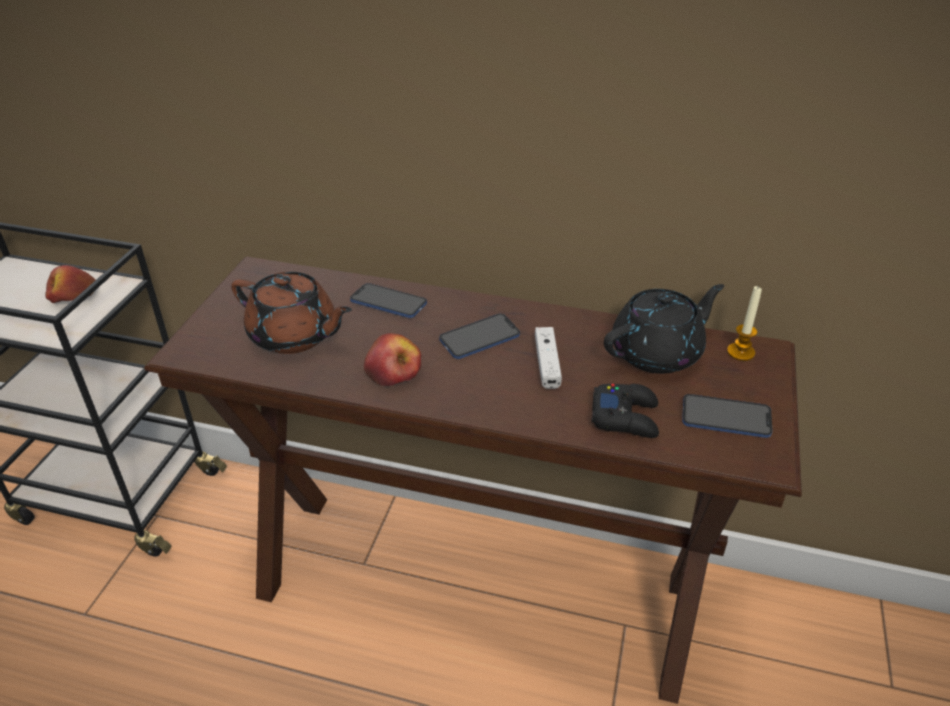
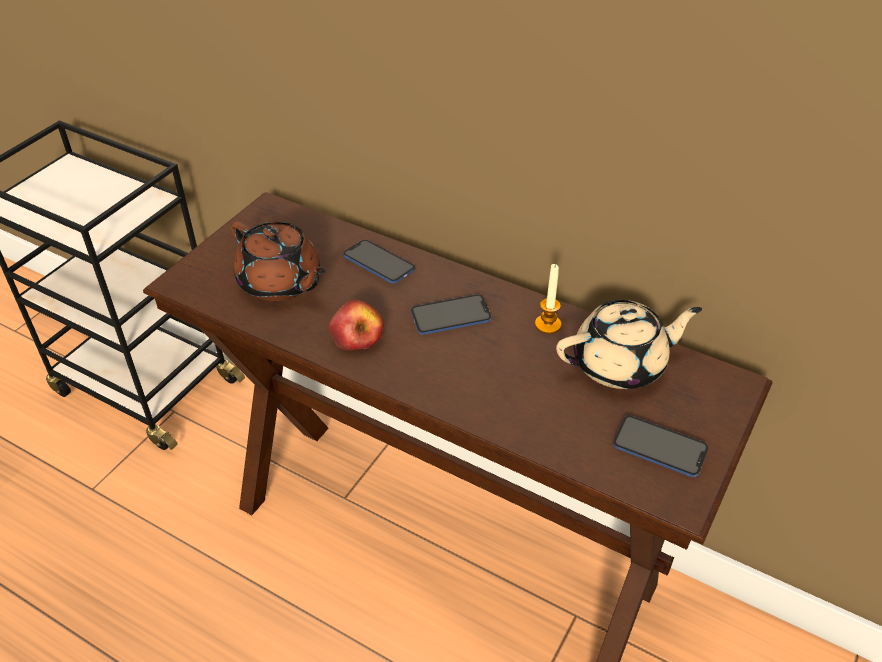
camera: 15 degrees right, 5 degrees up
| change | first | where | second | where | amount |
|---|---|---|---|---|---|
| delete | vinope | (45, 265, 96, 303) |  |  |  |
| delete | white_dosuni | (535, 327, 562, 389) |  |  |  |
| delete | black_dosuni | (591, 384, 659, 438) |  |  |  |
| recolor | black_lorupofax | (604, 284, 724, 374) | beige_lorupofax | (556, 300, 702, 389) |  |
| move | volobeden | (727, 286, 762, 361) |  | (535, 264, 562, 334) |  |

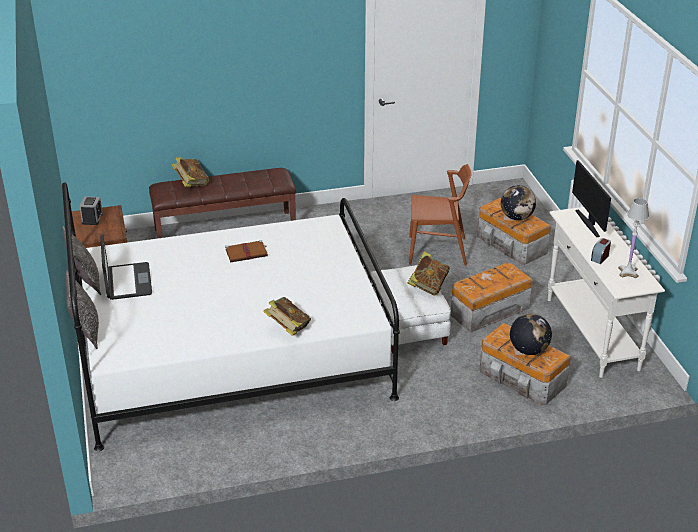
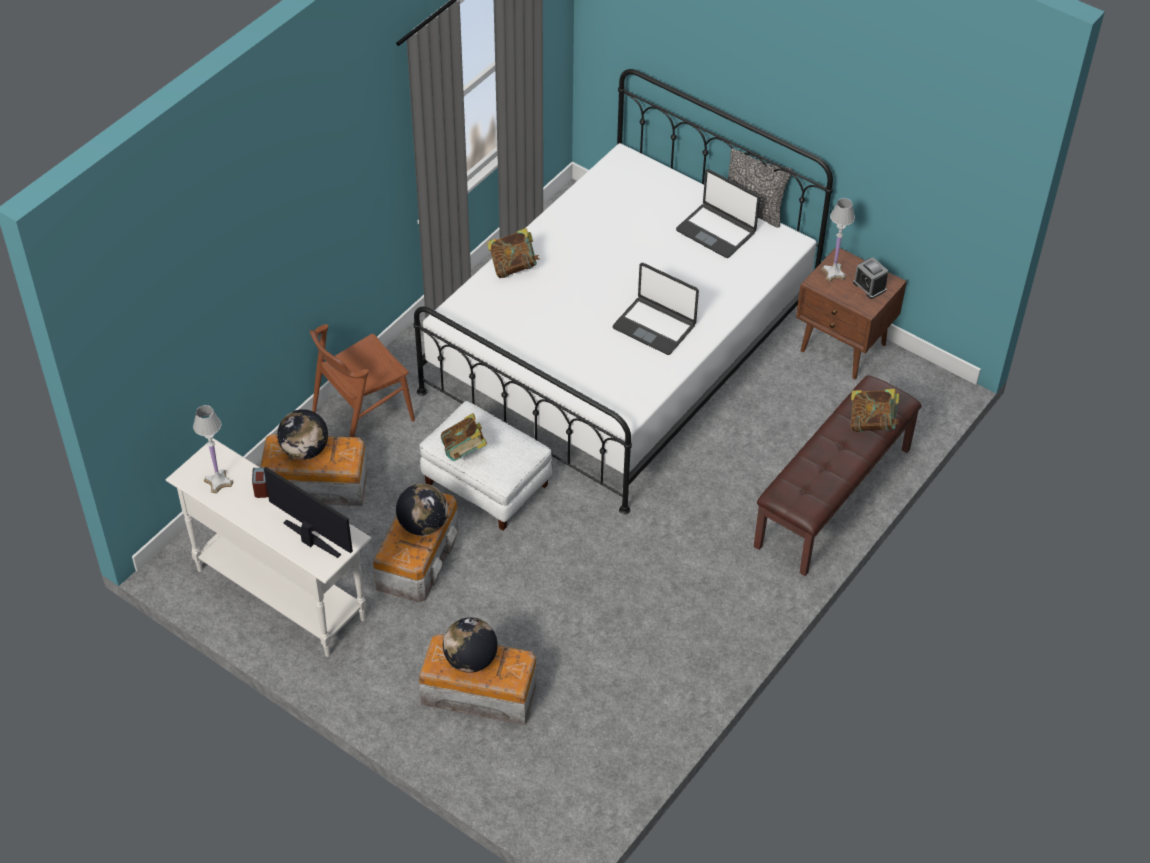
camera: 140 degrees right, 15 degrees up
| change | first | where | second | where | amount |
|---|---|---|---|---|---|
| delete | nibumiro | (66, 270, 99, 349) |  |  |  |
| replace | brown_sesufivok | (225, 240, 268, 263) | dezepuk | (613, 263, 699, 355) |  |
| move | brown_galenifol | (409, 164, 472, 266) |  | (309, 324, 415, 437) |  |
| insert |  |  | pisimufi | (396, 484, 448, 536) |  |
| insert |  |  | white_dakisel | (821, 198, 855, 282) |  |

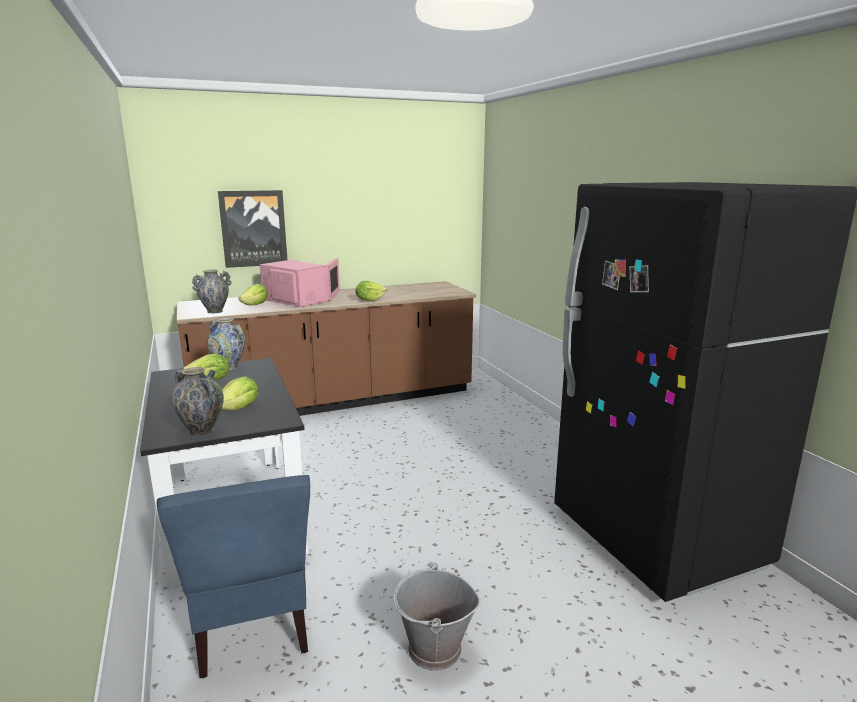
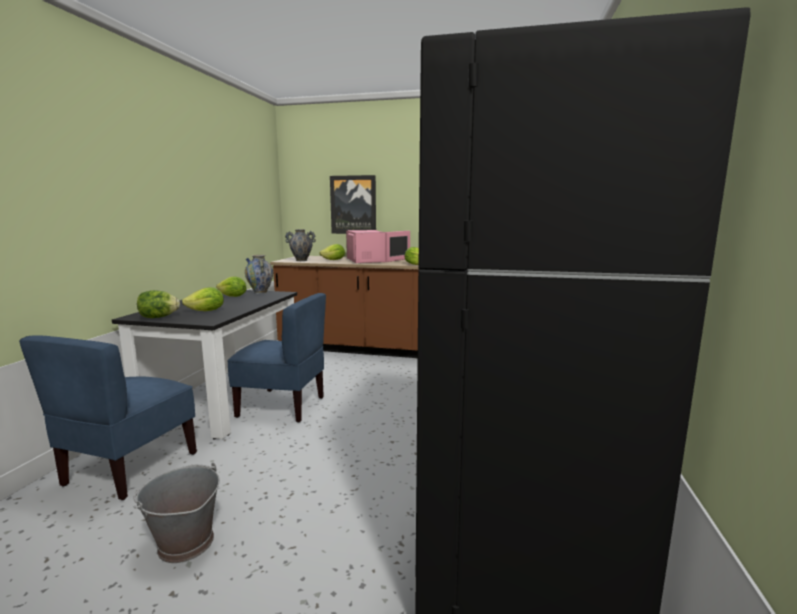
camera: 35 degrees right, 5 degrees down
| change | first | where | second | where | amount |
|---|---|---|---|---|---|
| replace | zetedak | (172, 367, 224, 437) | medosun | (137, 290, 180, 318) |  |
| insert |  |  | blue_galenifol | (227, 293, 326, 422) |  |

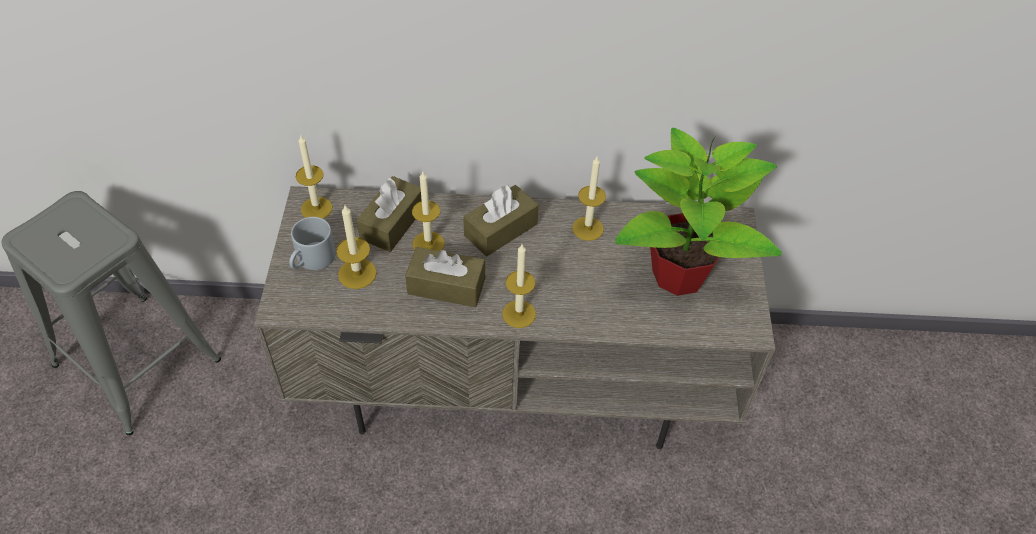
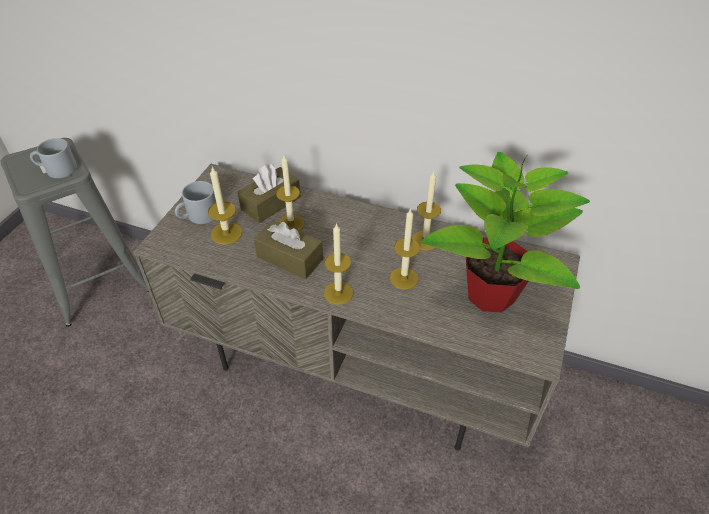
camera: 20 degrees right, 5 degrees down
| change | first | where | second | where | amount |
|---|---|---|---|---|---|
| move | volobeden | (296, 134, 333, 219) |  | (390, 208, 420, 289) |  |
| delete | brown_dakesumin | (463, 184, 539, 256) |  |  |  |
| insert |  |  | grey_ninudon | (30, 138, 77, 178) |  |

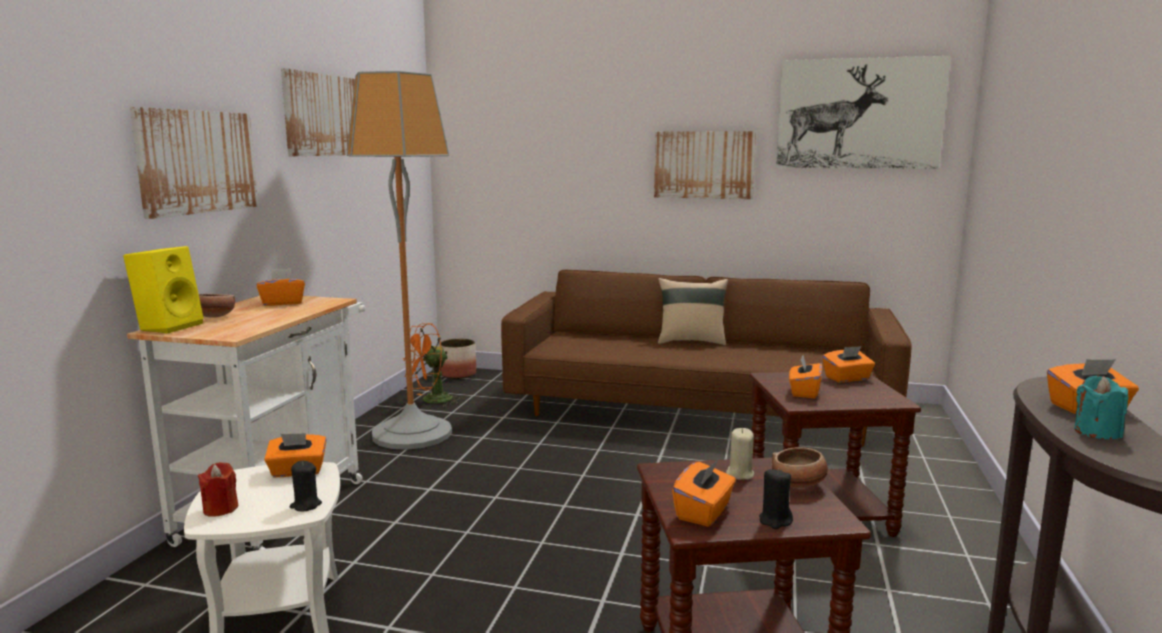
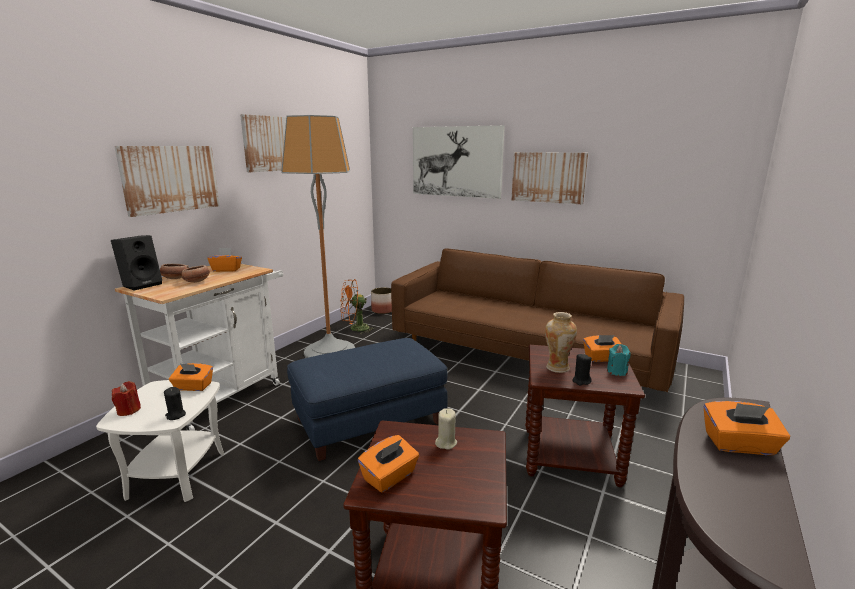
camera: 15 degrees right, 5 degrees up
| change | first | where | second | where | amount |
|---|---|---|---|---|---|
| recolor | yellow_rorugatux | (123, 246, 204, 333) | black_rorugatux | (111, 235, 162, 291) |  |
| delete | beige_nibumiro | (658, 278, 728, 345) |  |  |  |
| move | black_volobeden | (759, 469, 793, 529) |  | (572, 354, 592, 385) |  |
| move | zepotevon | (772, 447, 828, 488) |  | (182, 265, 210, 283) |  |
| move | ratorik | (776, 56, 951, 169) |  | (413, 125, 505, 199) |  |
| replace | orange_dakesumin | (789, 355, 822, 399) | zetedak | (545, 312, 577, 373) |  |
| move | turquoise_volobeden | (1074, 376, 1128, 439) |  | (607, 344, 631, 376) |  |
| insert |  |  | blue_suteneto | (287, 338, 447, 461) |  |

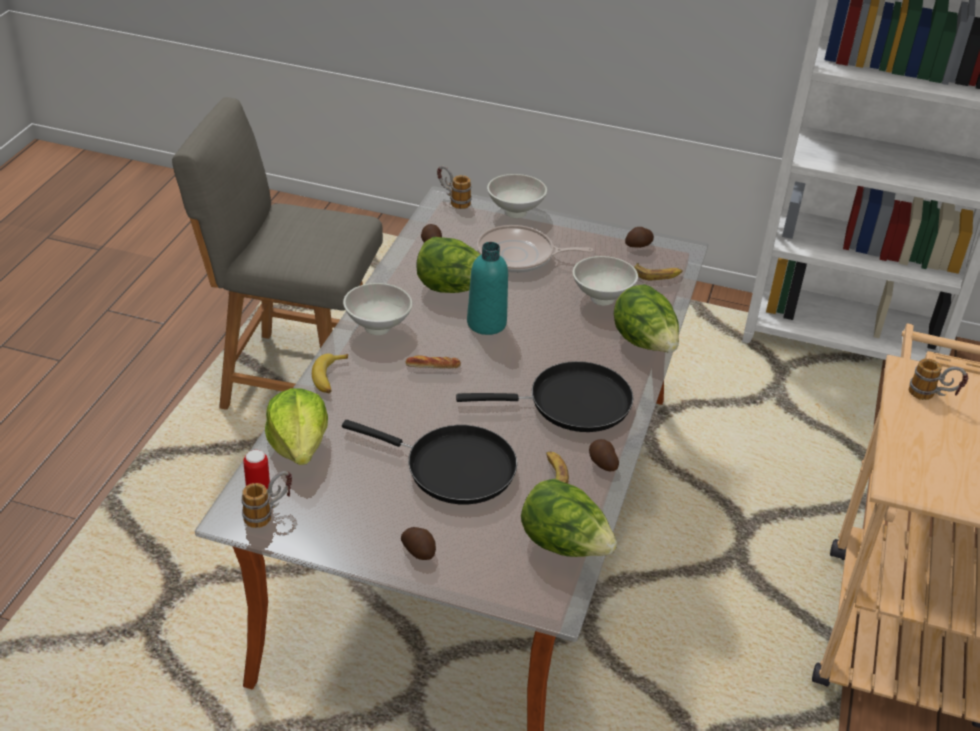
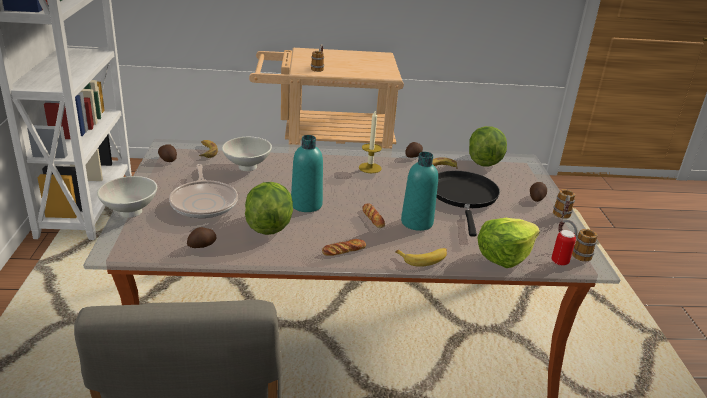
camera: 110 degrees left, 10 degrees down
| change | first | where | second | where | amount |
|---|---|---|---|---|---|
| replace | white_zepotevon | (343, 283, 412, 335) | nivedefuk | (322, 239, 366, 256) |  |
| move | ninudon | (437, 166, 472, 209) |  | (553, 189, 575, 219) |  |
| replace | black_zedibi | (456, 361, 634, 432) | volobeden | (359, 111, 382, 173) |  |
| delete | medosun | (614, 284, 679, 352) |  |  |  |
| insert |  |  | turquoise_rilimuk | (401, 152, 438, 231) |  |

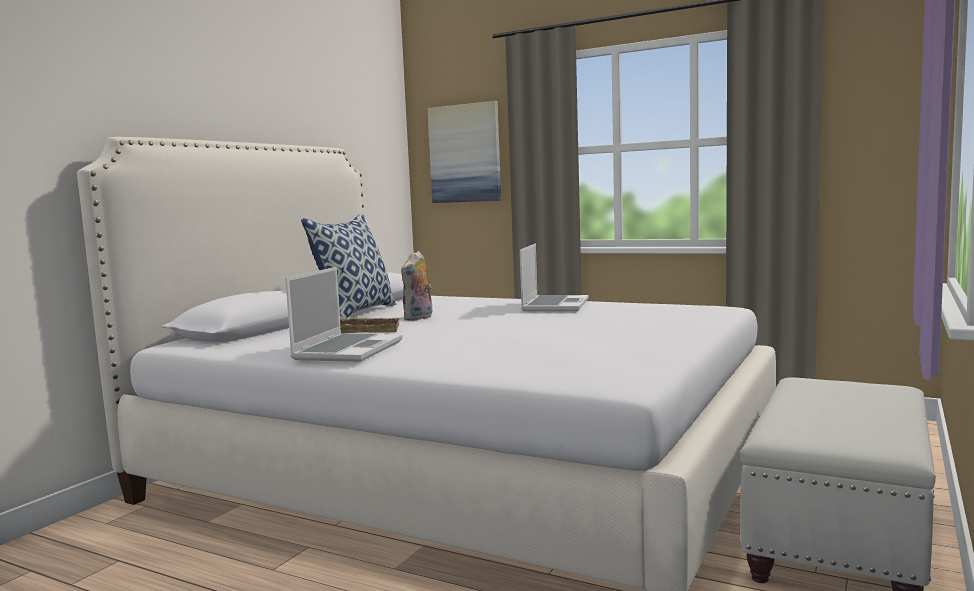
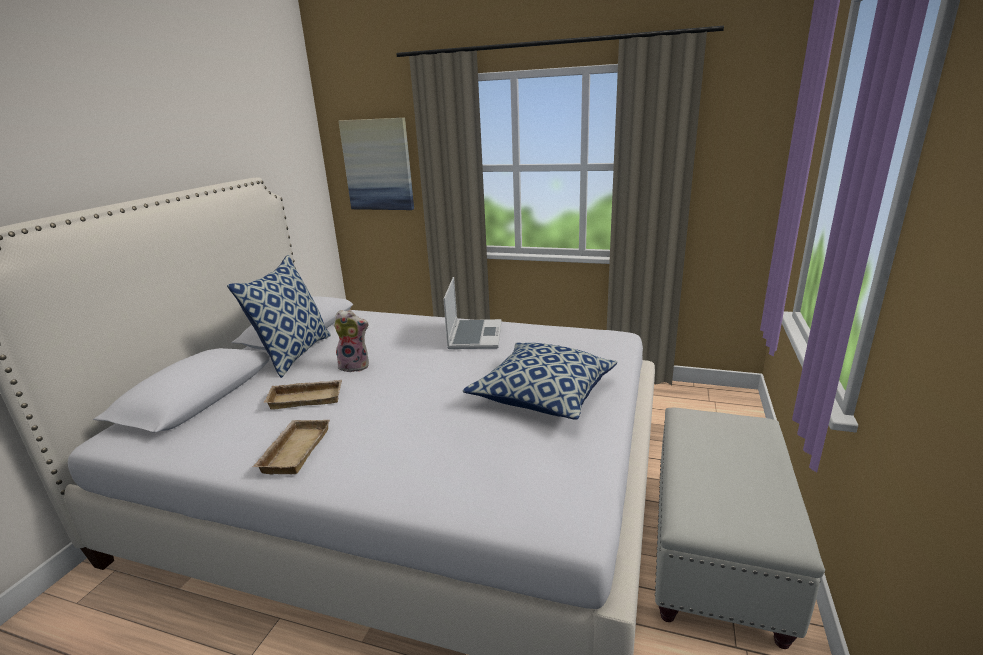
camera: 10 degrees left, 15 degrees up
| change | first | where | second | where | amount |
|---|---|---|---|---|---|
| replace | dezepuk | (285, 267, 402, 362) | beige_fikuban | (253, 420, 330, 474) |  |
| rotate | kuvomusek | (401, 251, 432, 321) |  | (334, 310, 369, 372) | 105 degrees counterclockwise |
| insert |  |  | nibumiro | (462, 343, 617, 420) |  |

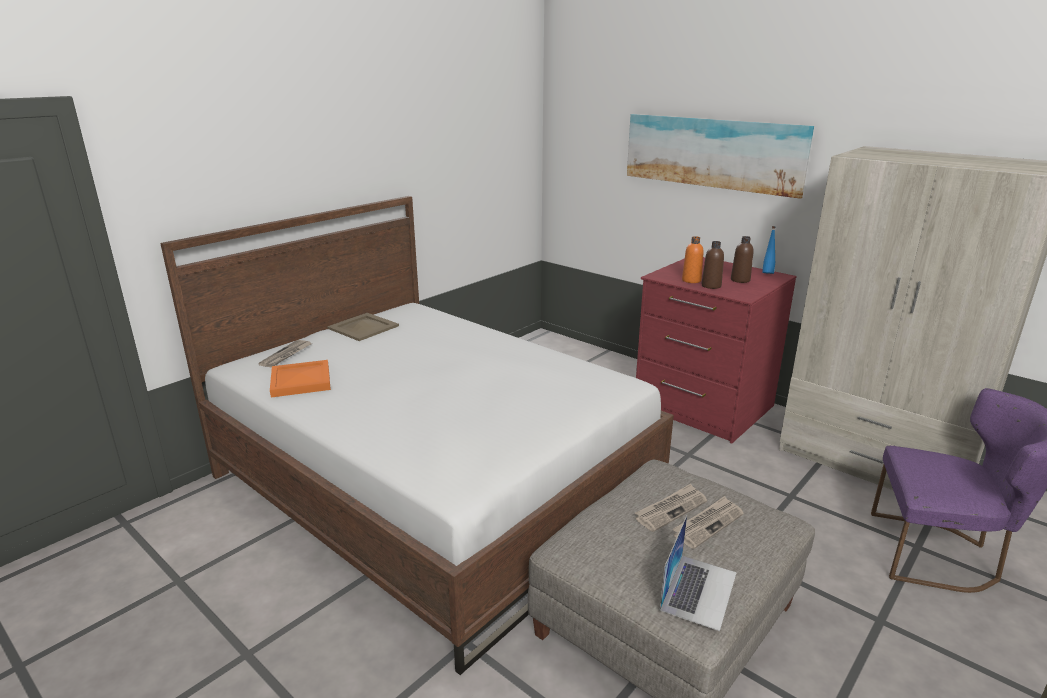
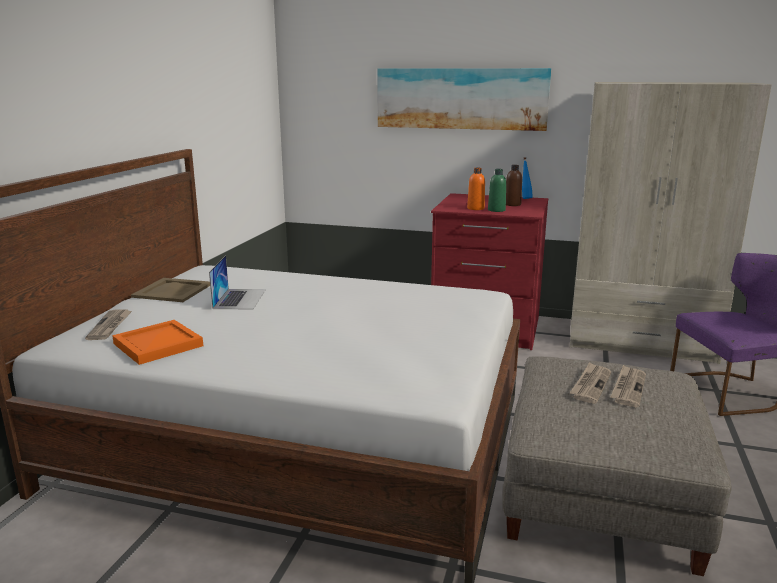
camera: 25 degrees left, 5 degrees down
| change | first | where | second | where | amount |
|---|---|---|---|---|---|
| move | dezepuk | (660, 515, 737, 631) |  | (209, 255, 266, 309) |  |
| recolor | brown_rilimuk | (702, 241, 724, 289) | green_rilimuk | (488, 169, 506, 212) |  |

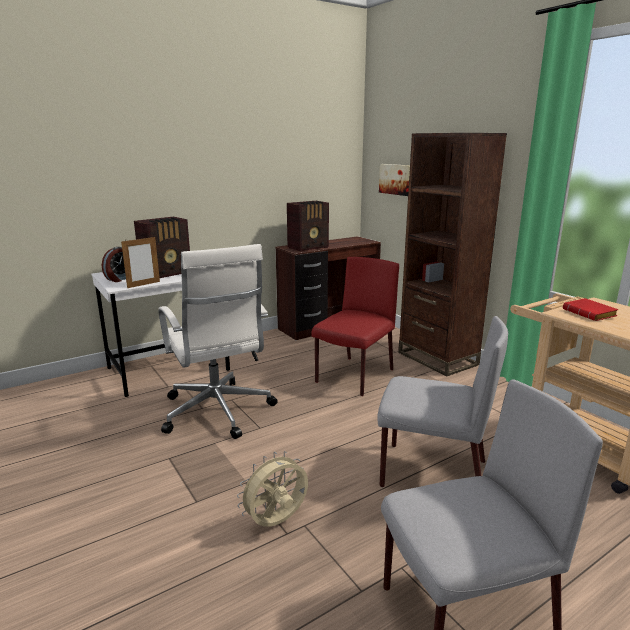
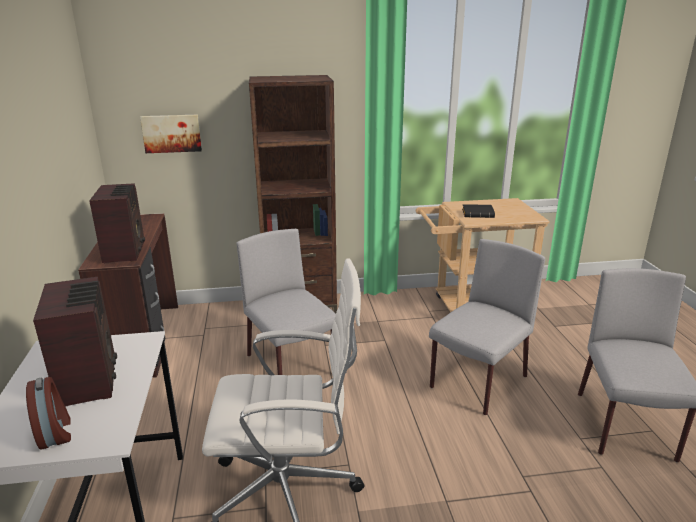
camera: 65 degrees left, 5 degrees up
| change | first | where | second | where | amount |
|---|---|---|---|---|---|
| delete | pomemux | (121, 237, 160, 288) |  |  |  |
| delete | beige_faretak | (237, 451, 308, 527) |  |  |  |
| recolor | red_galenifol | (311, 257, 399, 396) | grey_galenifol | (237, 229, 336, 375) |  |
| recolor | red_sesufivok | (563, 298, 619, 321) | black_sesufivok | (462, 204, 495, 218) |  |

